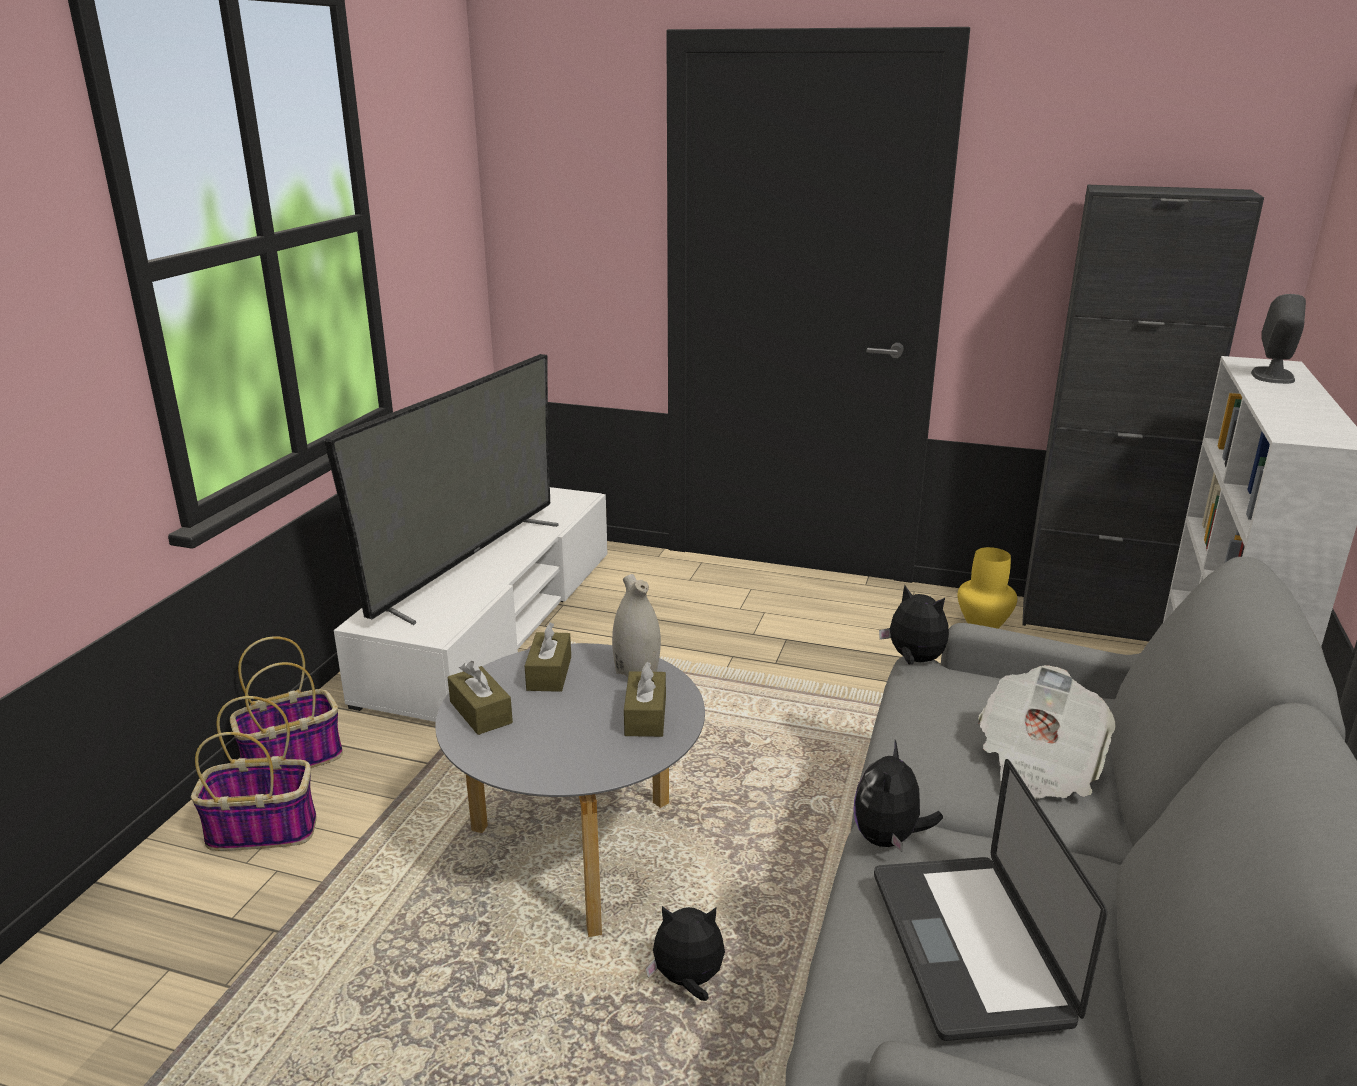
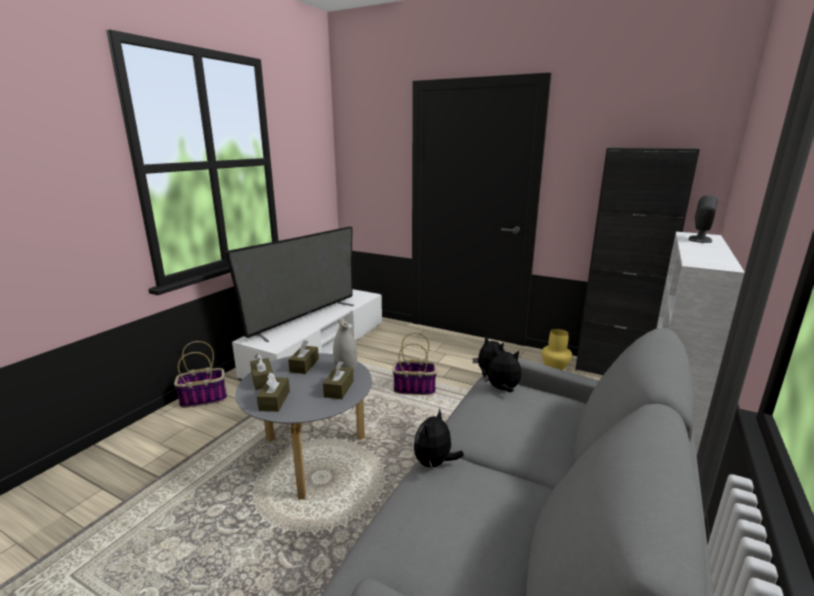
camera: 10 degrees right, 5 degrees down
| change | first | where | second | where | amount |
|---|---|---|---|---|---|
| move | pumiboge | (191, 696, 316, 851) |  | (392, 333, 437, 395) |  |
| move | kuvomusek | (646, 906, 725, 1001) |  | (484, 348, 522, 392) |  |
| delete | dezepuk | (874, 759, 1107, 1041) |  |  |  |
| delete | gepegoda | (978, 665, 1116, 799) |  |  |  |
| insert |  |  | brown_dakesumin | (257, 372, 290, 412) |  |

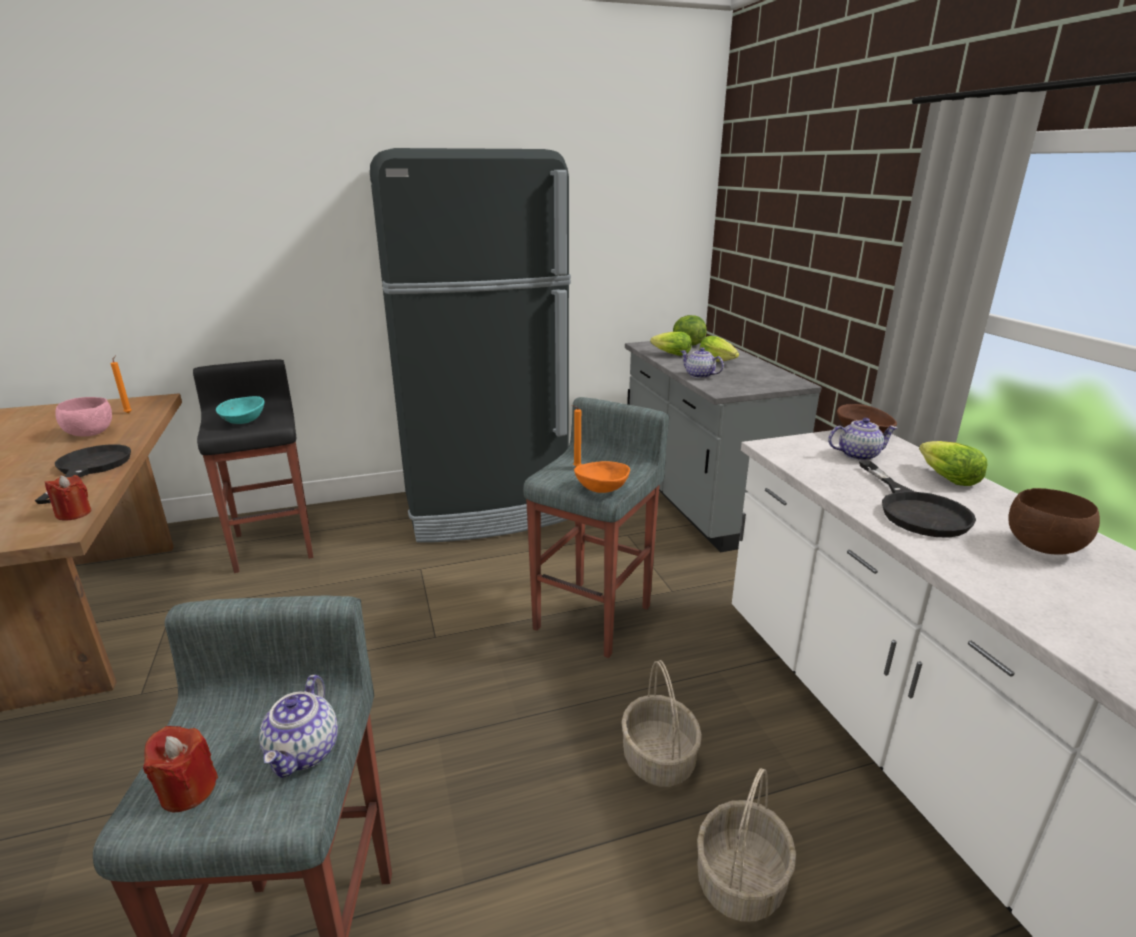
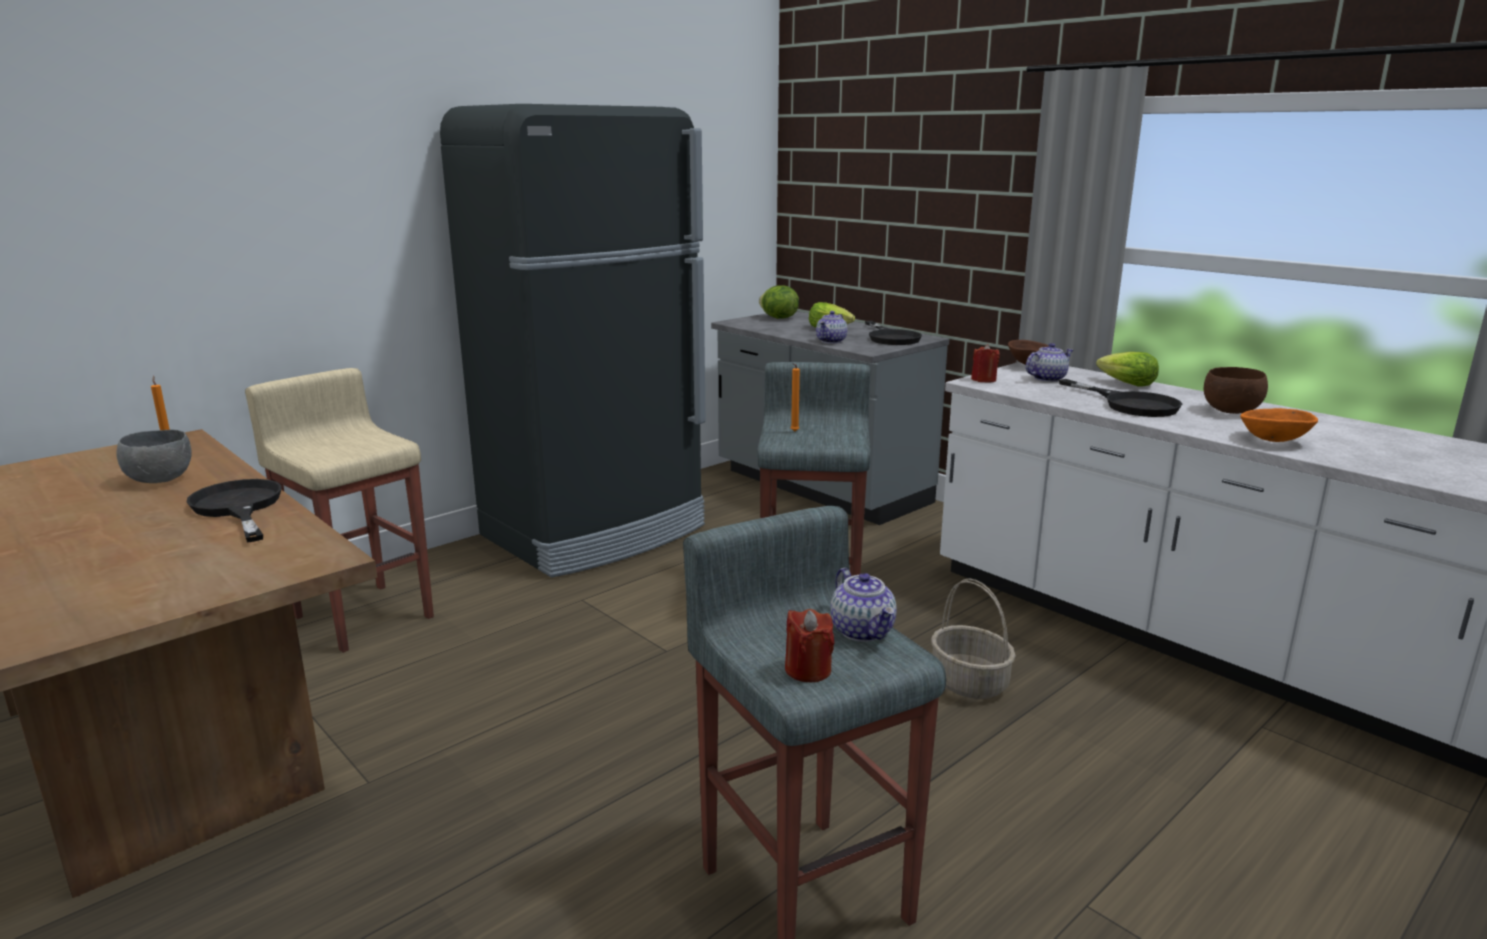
camera: 25 degrees left, 5 degrees down
| change | first | where | second | where | amount |
|---|---|---|---|---|---|
| move | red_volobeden | (45, 475, 92, 520) |  | (971, 344, 1000, 383) |  |
| recolor | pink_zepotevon | (55, 397, 112, 436) | grey_zepotevon | (116, 430, 192, 483) |  |
| recolor | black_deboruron | (193, 359, 313, 573) | beige_deboruron | (245, 368, 434, 653) |  |
| delete | turquoise_zepotevon | (216, 396, 265, 424) |  |  |  |
| move | orange_zepotevon | (574, 461, 630, 493) |  | (1240, 408, 1318, 442) |  |
| delete | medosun | (650, 332, 692, 356) |  |  |  |
| rotate | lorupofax | (680, 347, 724, 379) |  | (816, 311, 847, 344) | 75 degrees counterclockwise |
| delete | pumiboge | (697, 768, 796, 922) |  |  |  |
| insert |  |  | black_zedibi | (865, 321, 922, 345) |  |

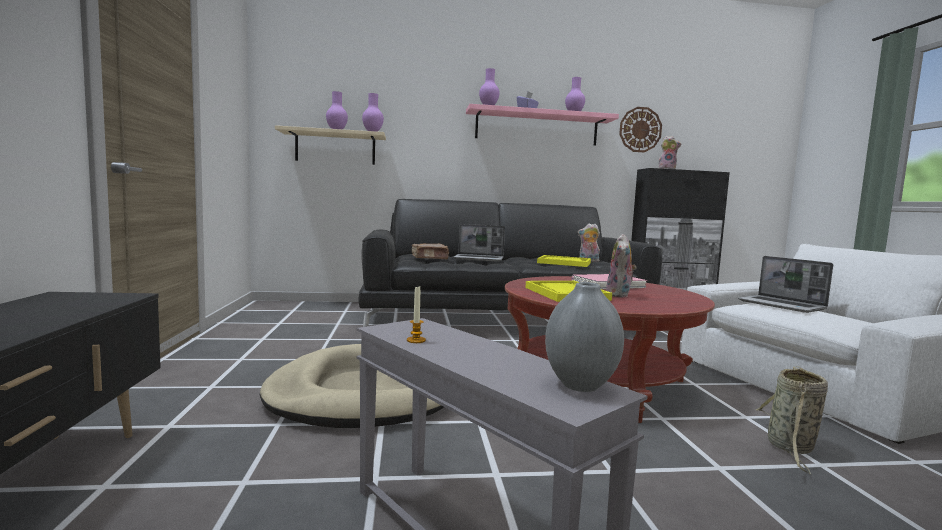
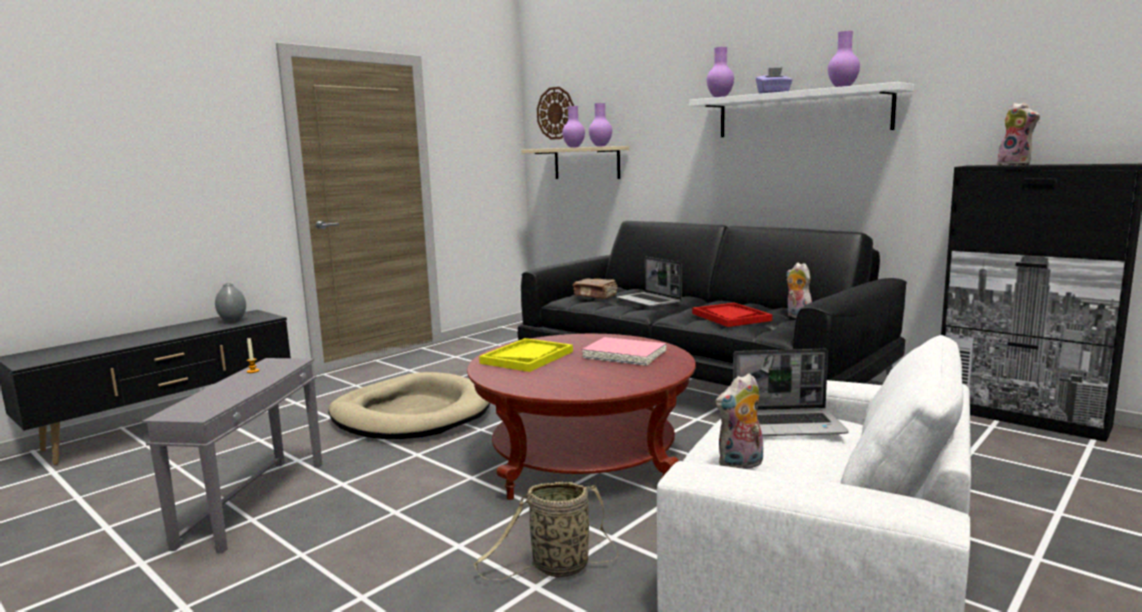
camera: 50 degrees right, 5 degrees up
| change | first | where | second | where | amount |
|---|---|---|---|---|---|
| recolor | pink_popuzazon | (466, 104, 619, 145) | white_popuzazon | (689, 82, 914, 137) |  |
| recolor | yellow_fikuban | (537, 255, 591, 267) | red_fikuban | (692, 303, 772, 327) |  |
| move | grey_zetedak | (545, 282, 624, 392) |  | (215, 283, 246, 323) |  |
| move | kuvomusek | (606, 234, 637, 298) |  | (716, 373, 763, 469) |  |
| move | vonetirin | (619, 107, 662, 152) |  | (537, 87, 574, 140) |  |
| rotate | dezepuk | (738, 256, 833, 313) |  | (733, 348, 849, 436) | 105 degrees counterclockwise |

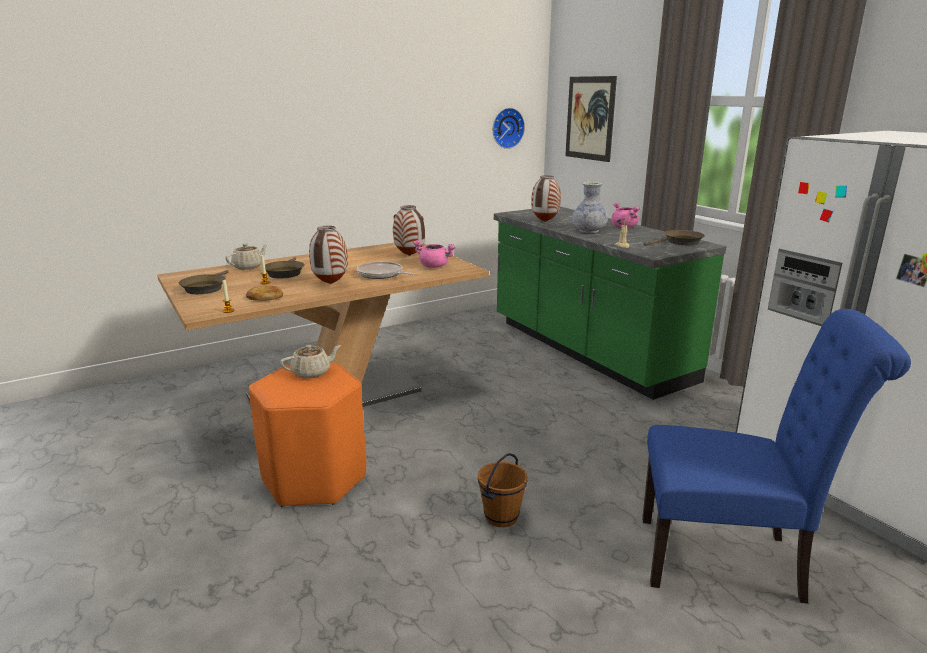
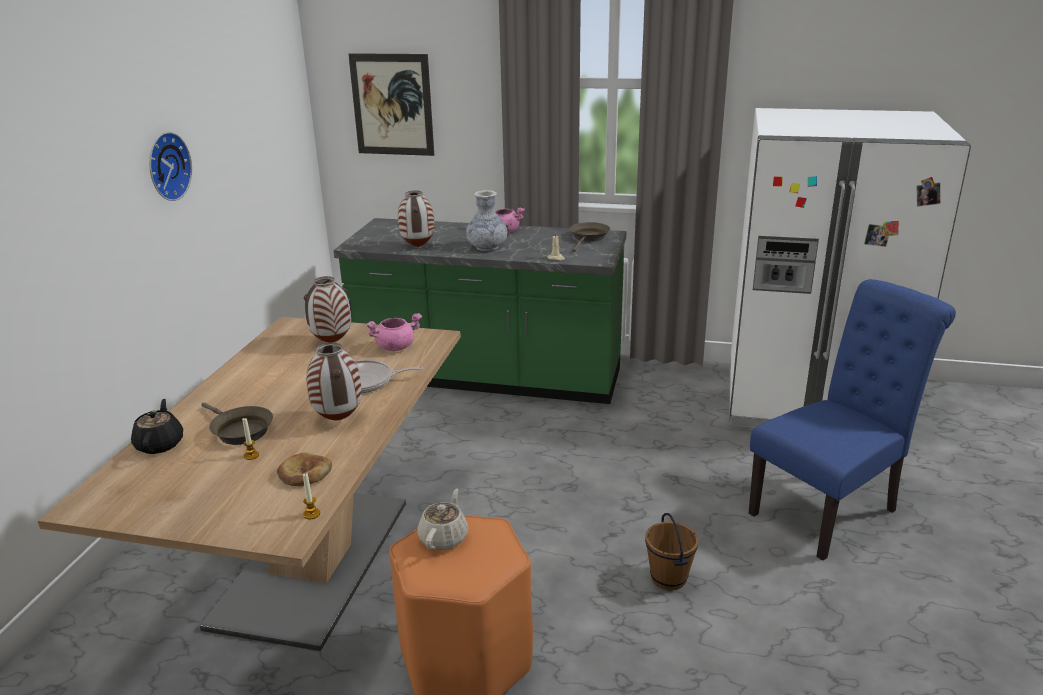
camera: 45 degrees left, 5 degrees up
| change | first | where | second | where | amount |
|---|---|---|---|---|---|
| delete | brown_zedibi | (179, 270, 229, 294) |  |  |  |
| recolor | beige_lorupofax | (225, 244, 268, 270) | black_lorupofax | (131, 399, 183, 454) |  |
| move | vonetirin | (493, 108, 525, 149) |  | (149, 132, 192, 201) |  |

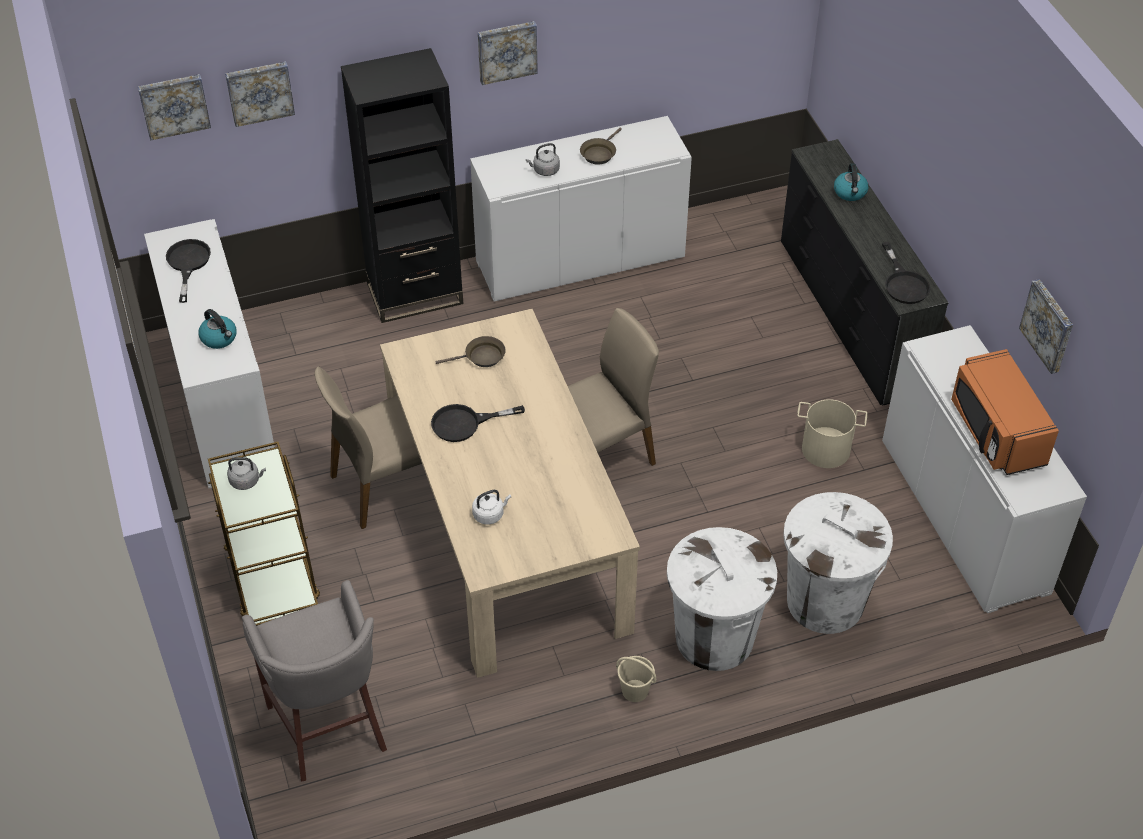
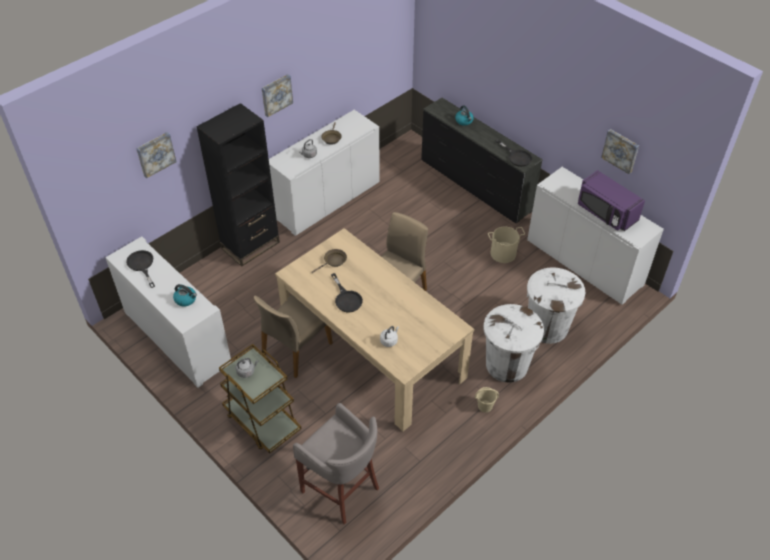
camera: 25 degrees left, 0 degrees up
| change | first | where | second | where | amount |
|---|---|---|---|---|---|
| delete | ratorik | (138, 74, 211, 141) |  |  |  |
| rotate | black_zedibi | (431, 404, 525, 442) |  | (331, 273, 363, 312) | 75 degrees counterclockwise |
| recolor | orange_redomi | (951, 349, 1059, 475) | purple_redomi | (578, 170, 645, 231) |  |

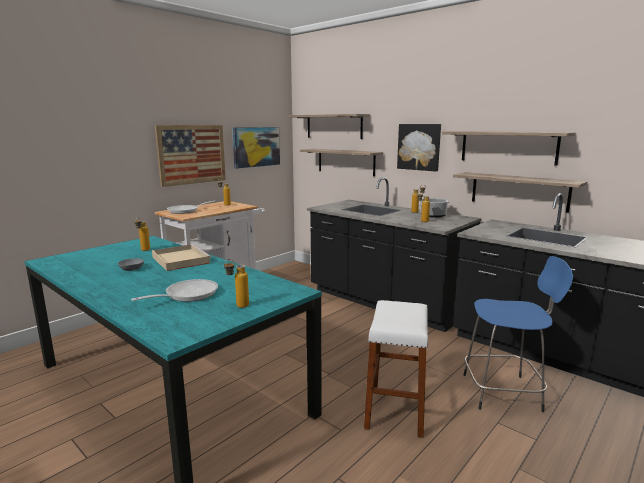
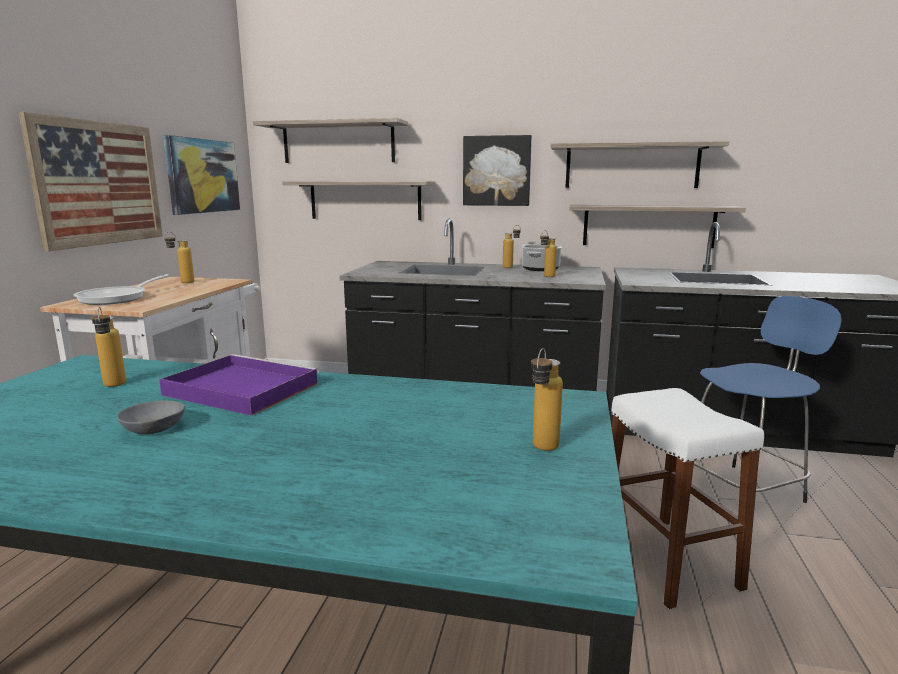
camera: 30 degrees left, 0 degrees up
| change | first | where | second | where | amount |
|---|---|---|---|---|---|
| delete | zedibi | (131, 279, 218, 302) |  |  |  |
| recolor | beige_fikuban | (152, 244, 212, 271) | purple_fikuban | (159, 354, 319, 416) |  |

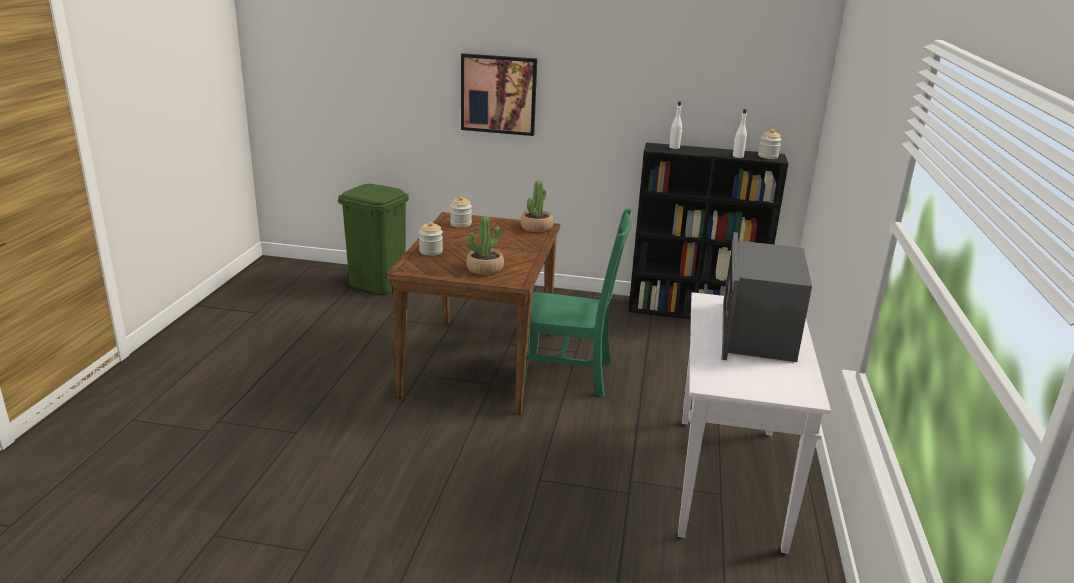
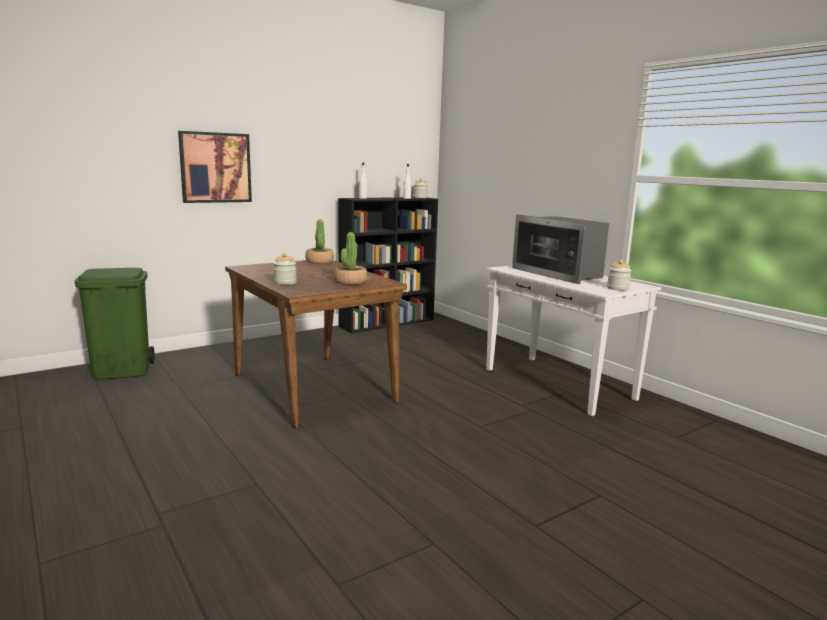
camera: 45 degrees left, 10 degrees down
| change | first | where | second | where | amount |
|---|---|---|---|---|---|
| move | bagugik | (450, 196, 472, 228) |  | (607, 260, 632, 291) |  |
| delete | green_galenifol | (524, 208, 631, 397) |  |  |  |

